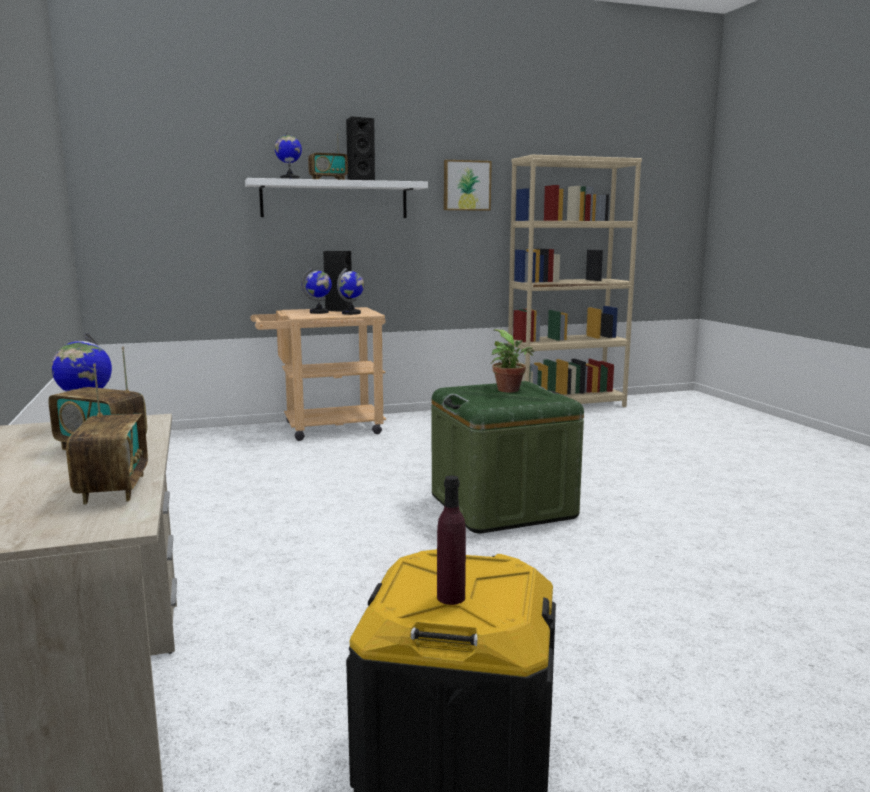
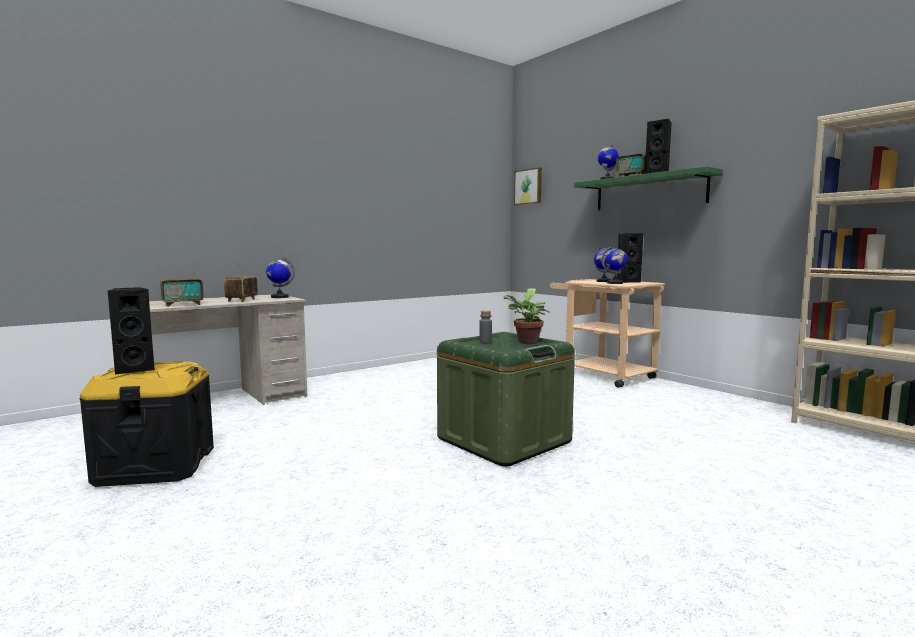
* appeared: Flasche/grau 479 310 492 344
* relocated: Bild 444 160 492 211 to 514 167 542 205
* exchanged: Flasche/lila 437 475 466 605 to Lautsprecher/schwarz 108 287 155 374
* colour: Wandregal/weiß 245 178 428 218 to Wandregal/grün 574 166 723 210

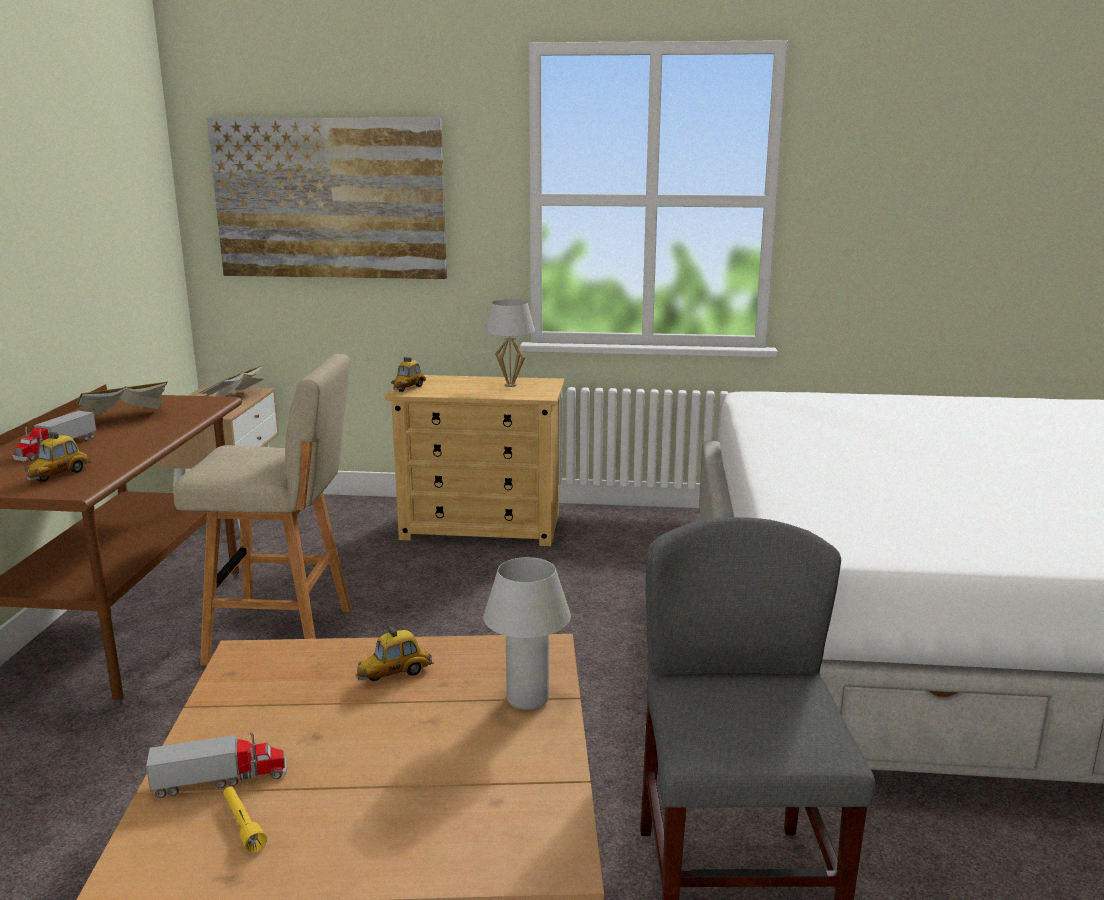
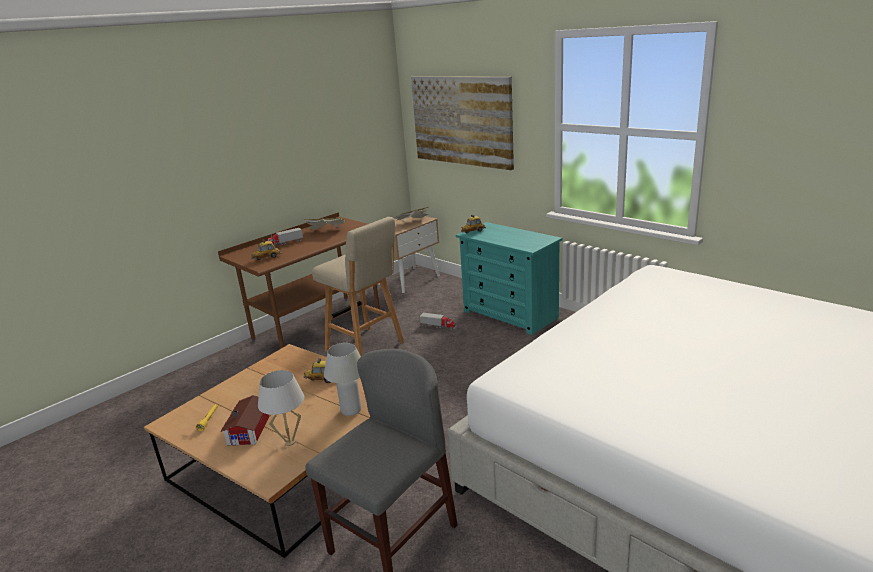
* appeared: Spielzeughaus 220 395 270 445
* relocated: Spielzeuglaster 146 732 287 798 to 420 313 456 330
* relocated: Tischlampe/weiß 485 299 535 387 to 258 370 305 446
* colour: Kommode/beige 384 375 565 546 to Kommode/türkis 456 222 563 335

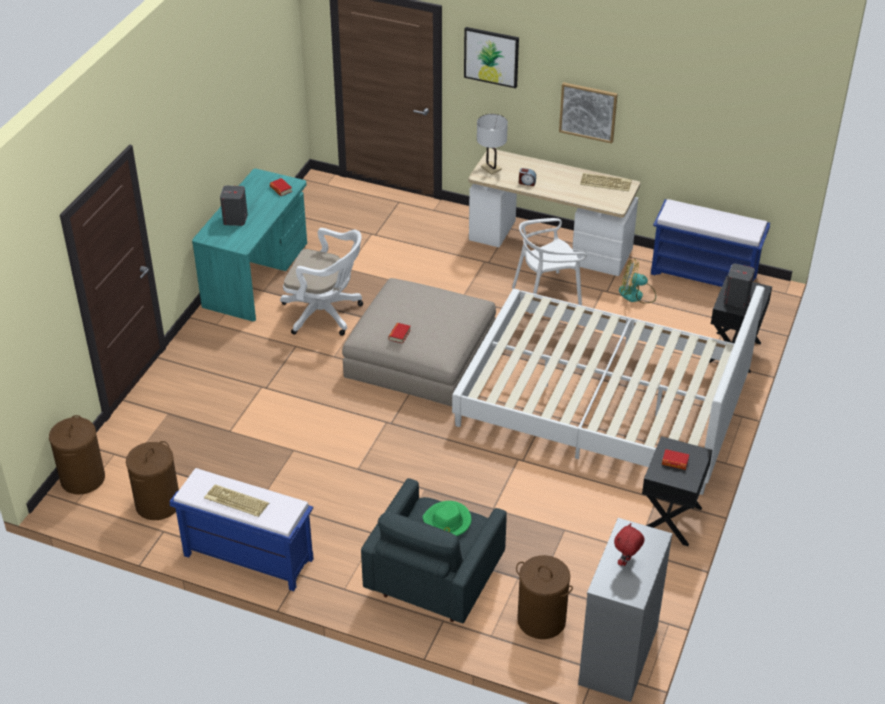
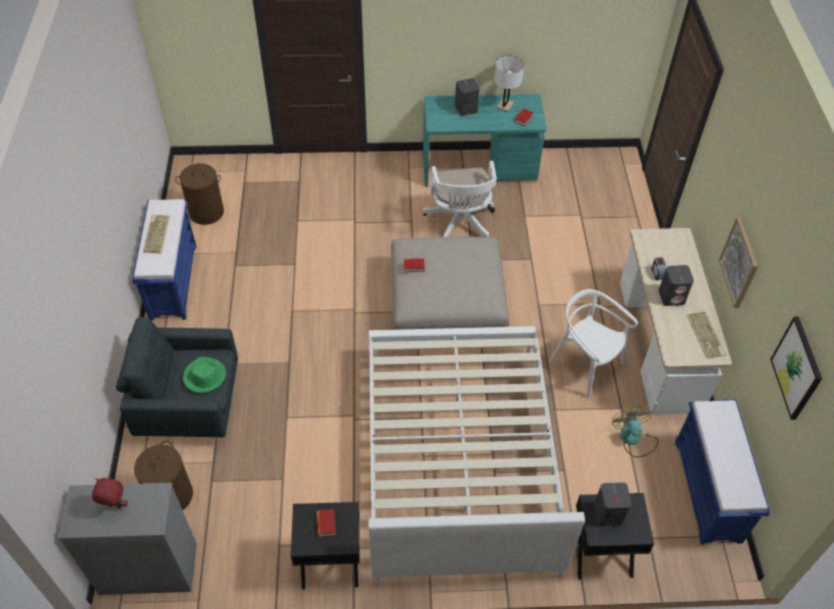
* missing: Wäschekorb/braun 49 415 105 495
* appeared: Lautsprecher/grau 659 265 694 306
* relocated: Bild 464 27 519 88 to 770 316 822 420
* relocated: Tischlampe/weiß 477 114 508 175 to 494 56 524 112

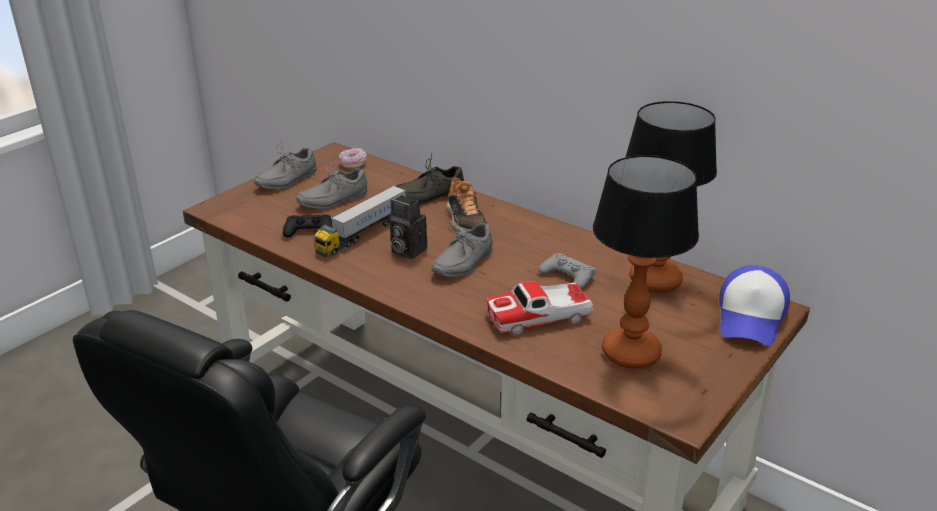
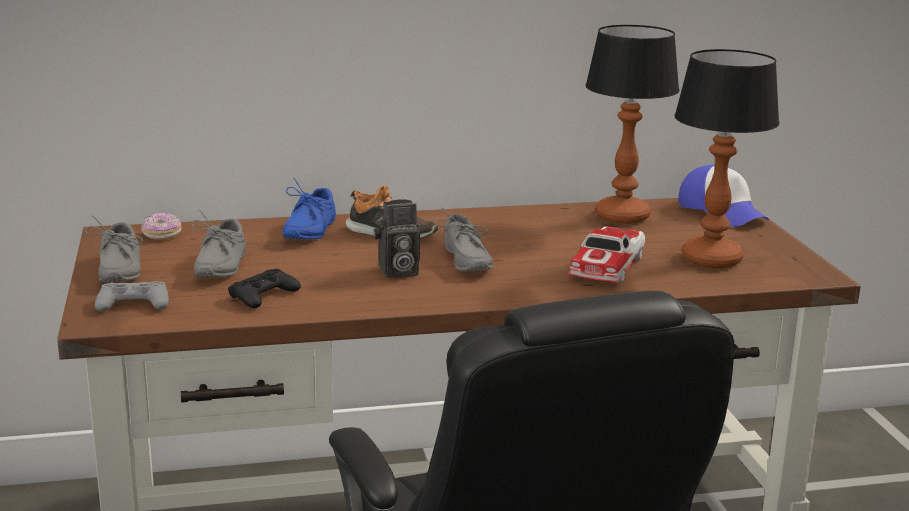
* missing: Spielzeuglaster 314 185 406 257
* relocated: Gamepad/grau 539 253 596 289 to 95 281 169 312
* colour: Schuh/grau 396 153 464 204 to Schuh/blau 283 178 336 239

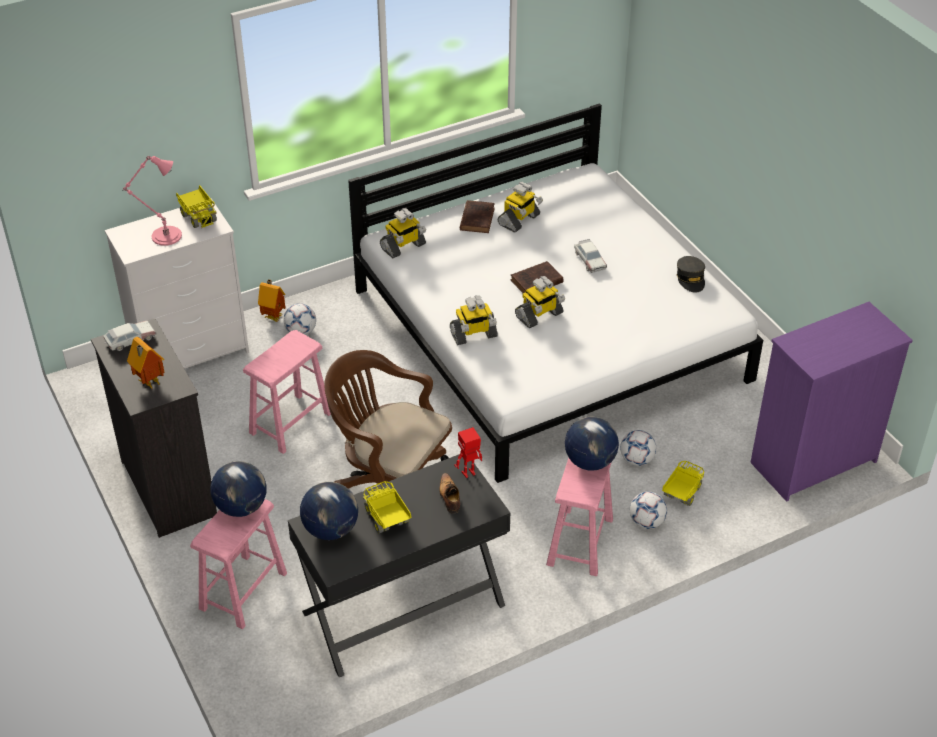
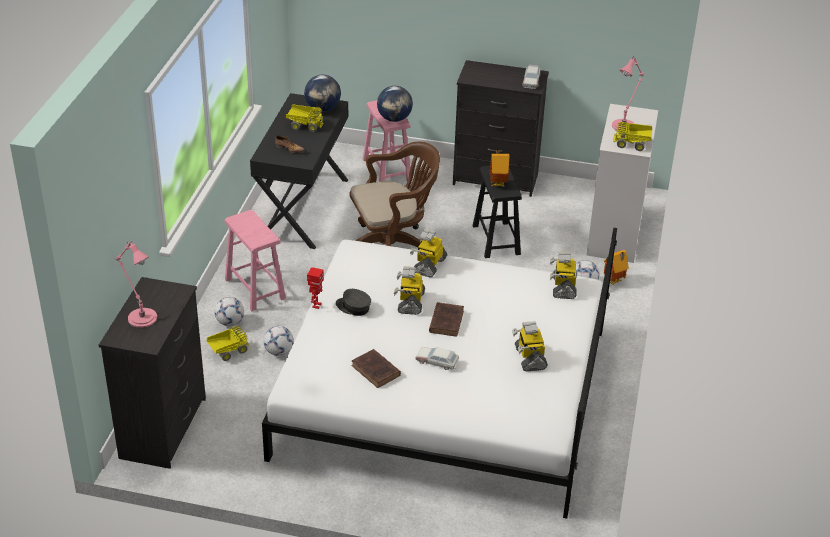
* missing: Globus 565 417 619 471
* appeared: Tischlampe/rosa 114 241 157 328
* relocated: Spielzeughaus 127 337 164 389 to 490 150 509 187
* relocated: Spielzeugroboter 454 427 482 478 to 307 267 324 309
* relocated: Buch/braun 460 200 495 233 to 351 349 401 388
* relocated: Kappe/grau 677 256 705 292 to 336 289 371 316
* colour: Hocker/rosa 243 330 331 454 to Hocker/schwarz 472 166 522 258
* colour: Kommode/lila 750 302 913 502 to Kommode/schwarz 99 277 206 469
* spun: Spielzeuglaster 662 461 705 506 = 207 326 249 361 105 degrees counterclockwise

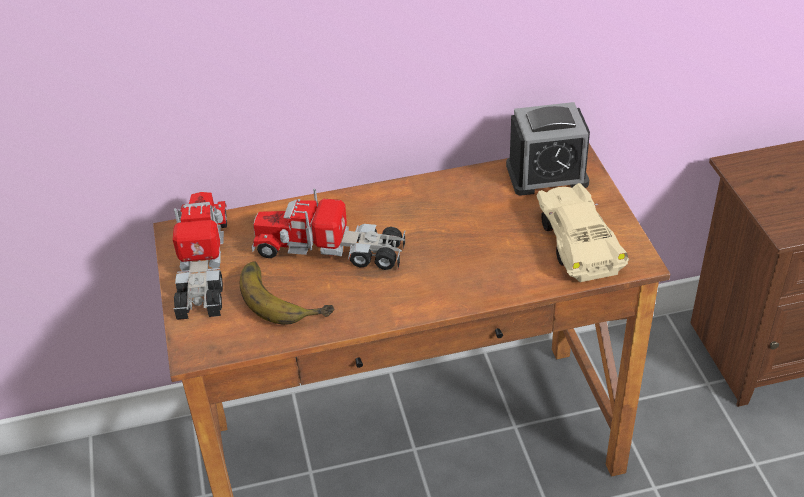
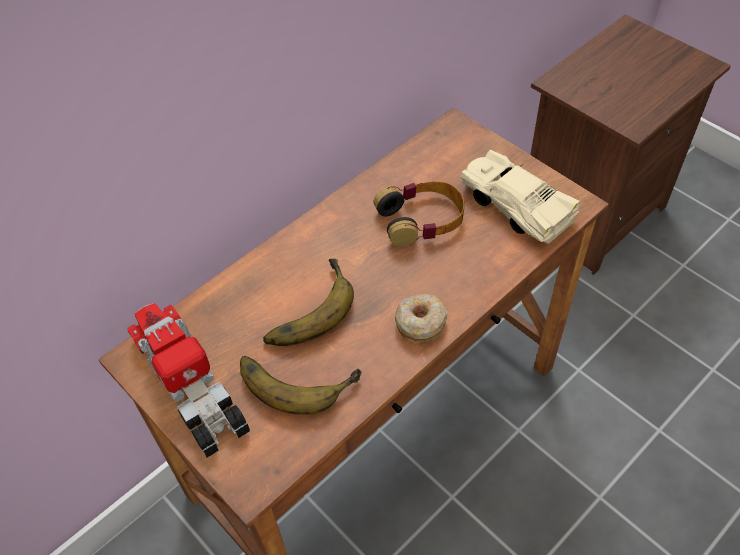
* missing: Wecker 506 102 590 196
* appeared: Kopfhörer 374 181 465 247
* appeared: Donut 395 294 448 343
* exchanged: Spielzeuglaster 251 188 405 270 to Banane 263 259 354 346

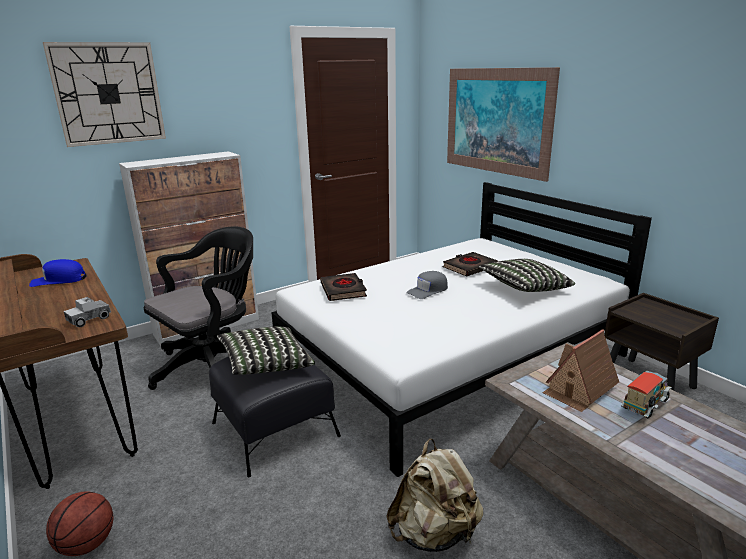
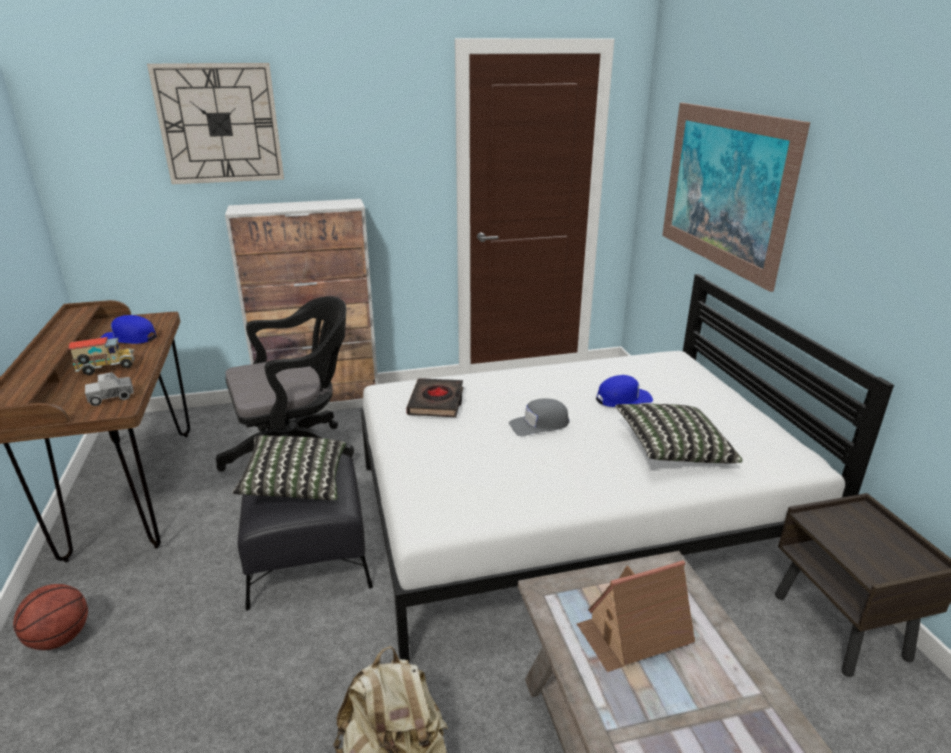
* relocated: Spielzeuglaster 621 371 672 419 to 69 337 135 375
* exchanged: Buch/schwarz 443 252 498 276 to Kappe/blau 596 375 653 407

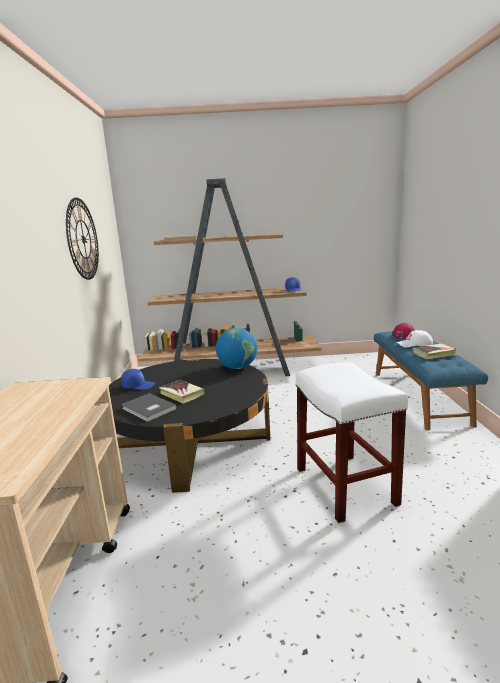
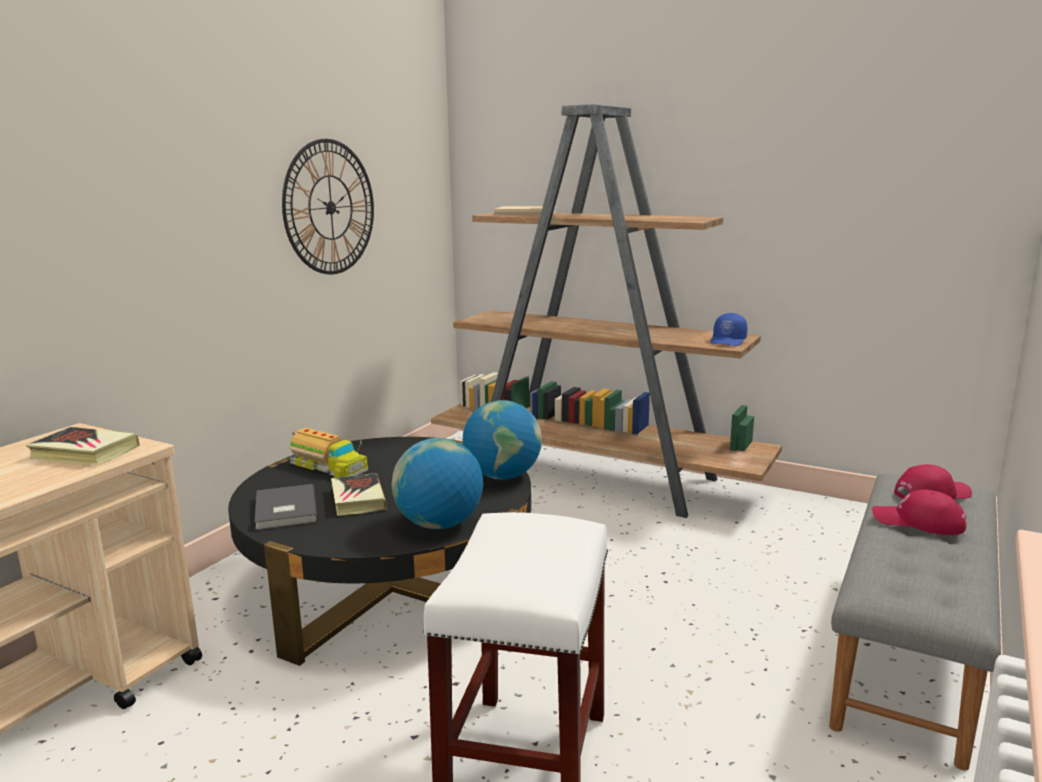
* appeared: Globus 392 438 483 530
* relocated: Buch 413 344 457 359 to 26 427 140 466
* exchanged: Kappe/blau 121 369 155 390 to Spielzeuglaster 288 428 368 478
* colour: Bank/blau 374 331 488 431 to Bank/grau 829 473 1001 770
* colour: Kappe/weiß 397 330 433 347 to Kappe/rot 872 489 967 535

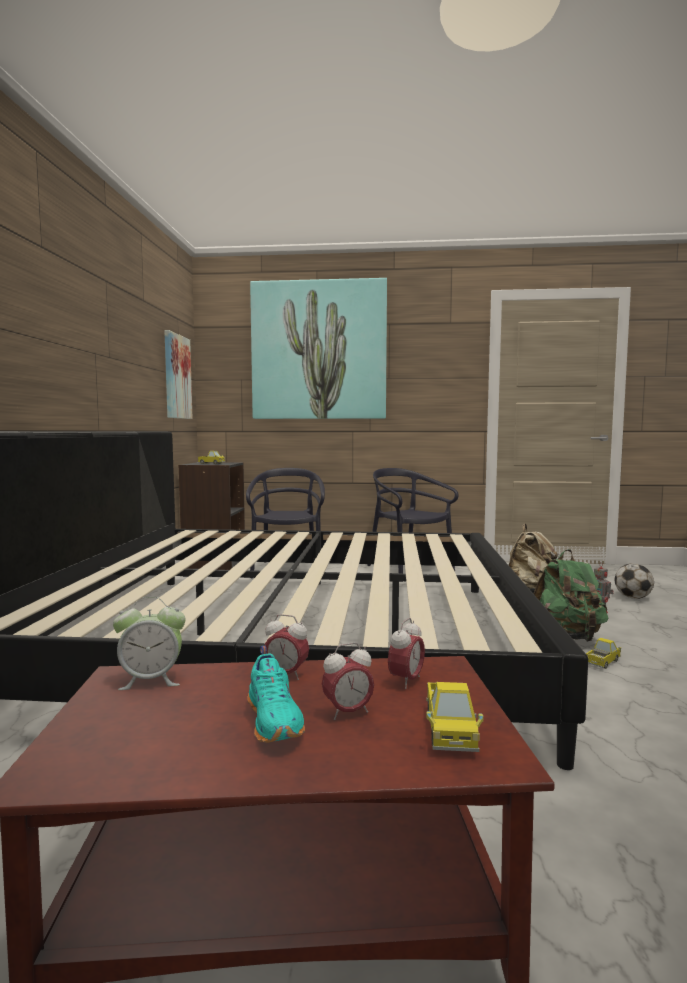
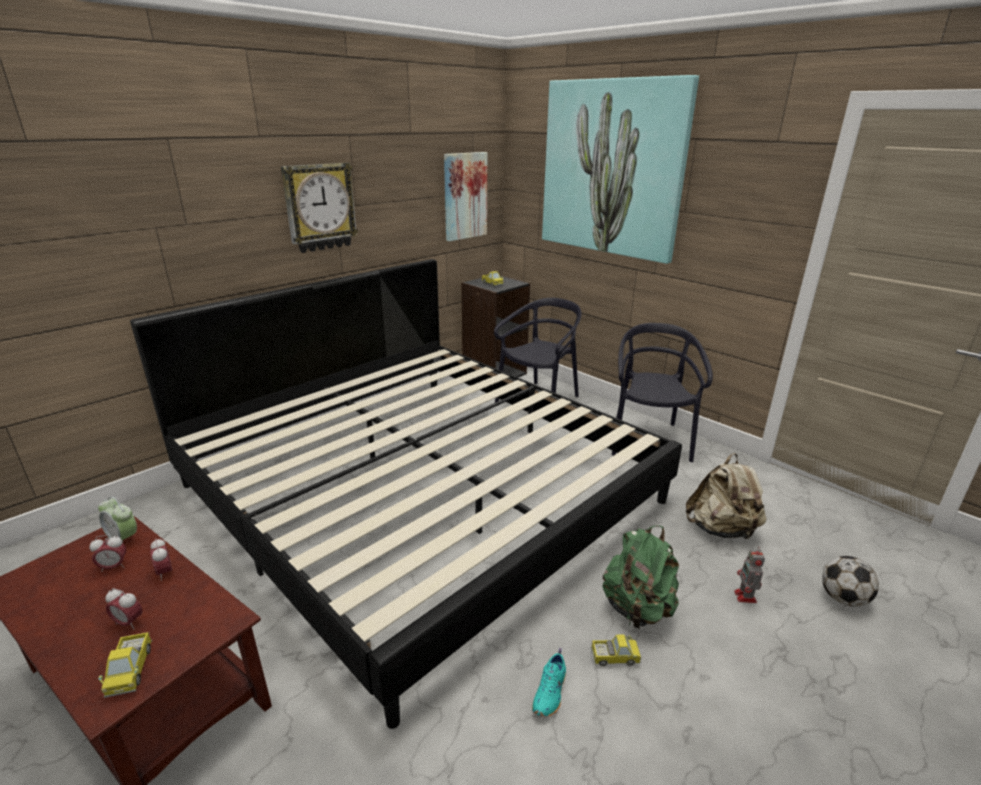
* appeared: Wanduhr 281 163 358 253
* relocated: Schuh/türkis 248 646 305 743 to 532 648 566 717
* relocated: Wecker 388 618 425 689 to 89 535 126 572
* spun: Spielzeuglaster 426 682 483 752 = 98 632 152 698 60 degrees counterclockwise

